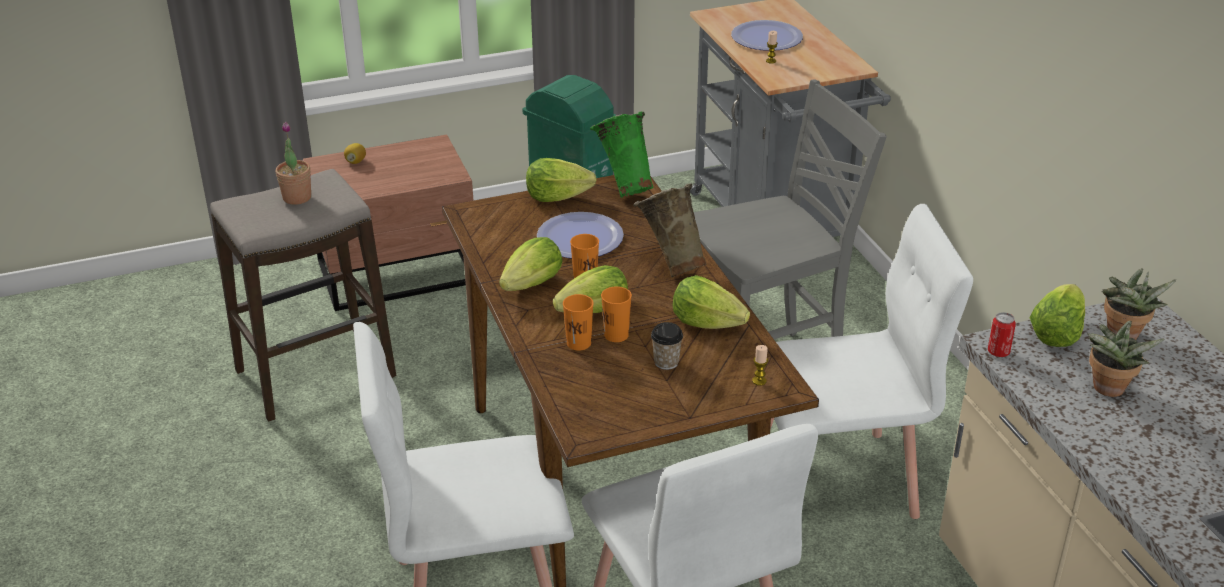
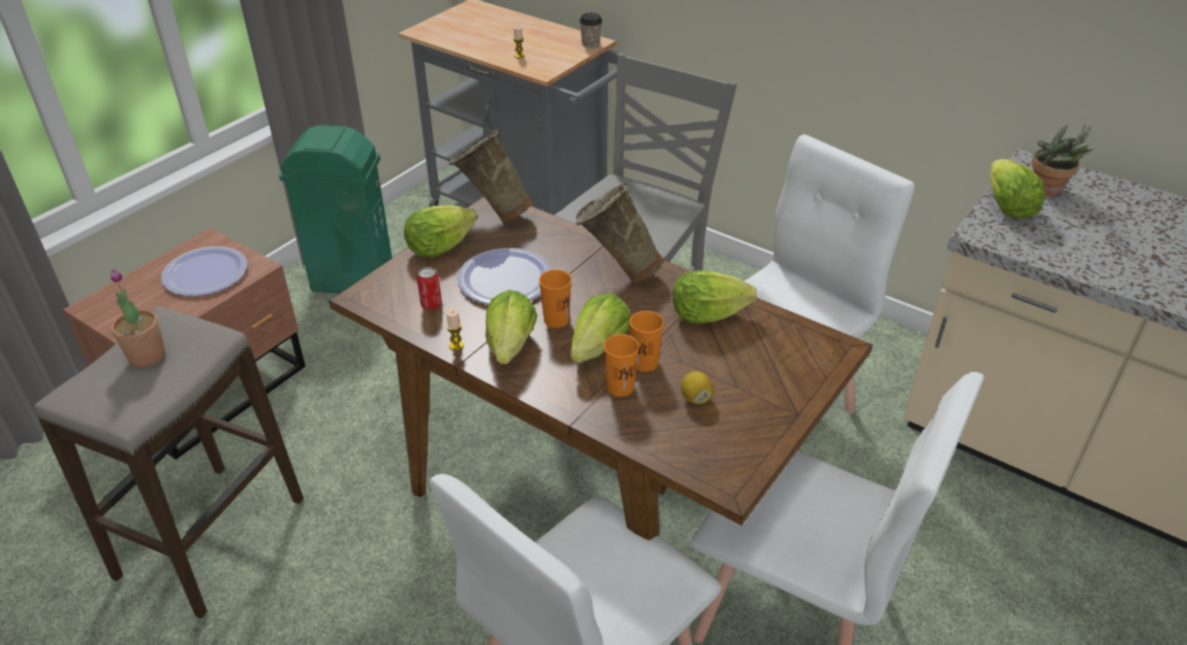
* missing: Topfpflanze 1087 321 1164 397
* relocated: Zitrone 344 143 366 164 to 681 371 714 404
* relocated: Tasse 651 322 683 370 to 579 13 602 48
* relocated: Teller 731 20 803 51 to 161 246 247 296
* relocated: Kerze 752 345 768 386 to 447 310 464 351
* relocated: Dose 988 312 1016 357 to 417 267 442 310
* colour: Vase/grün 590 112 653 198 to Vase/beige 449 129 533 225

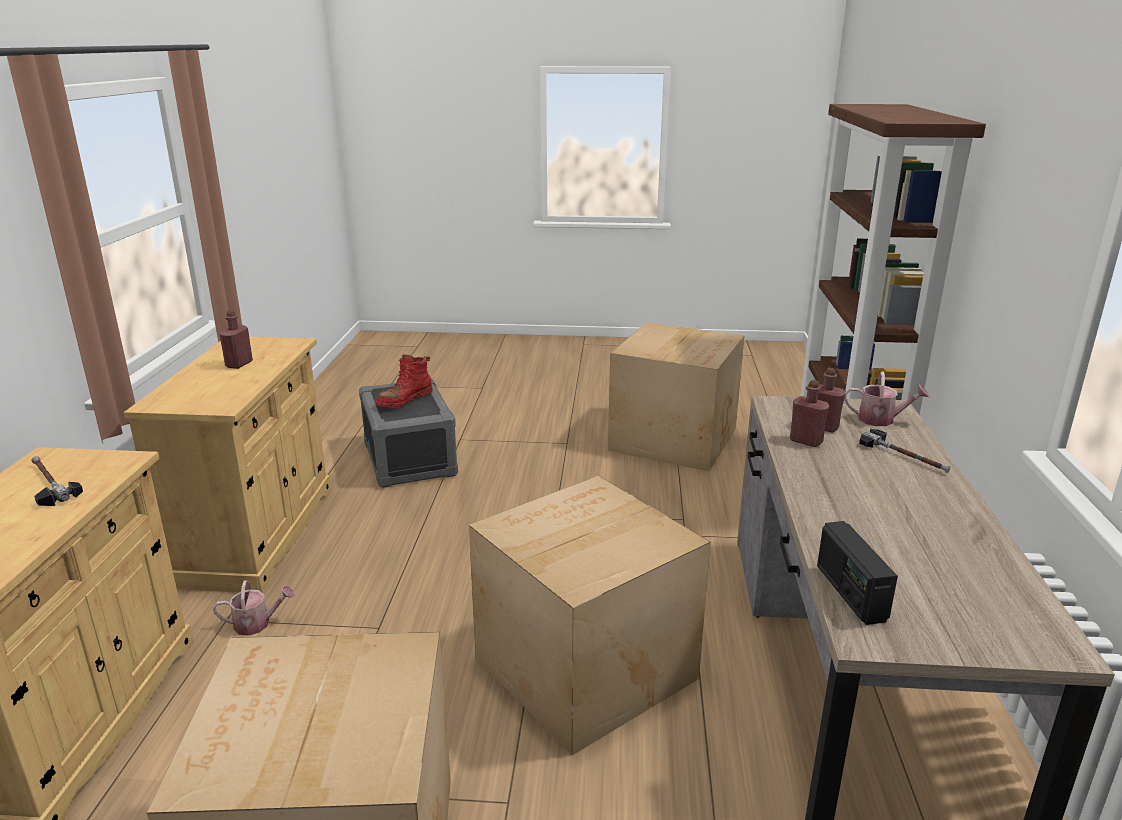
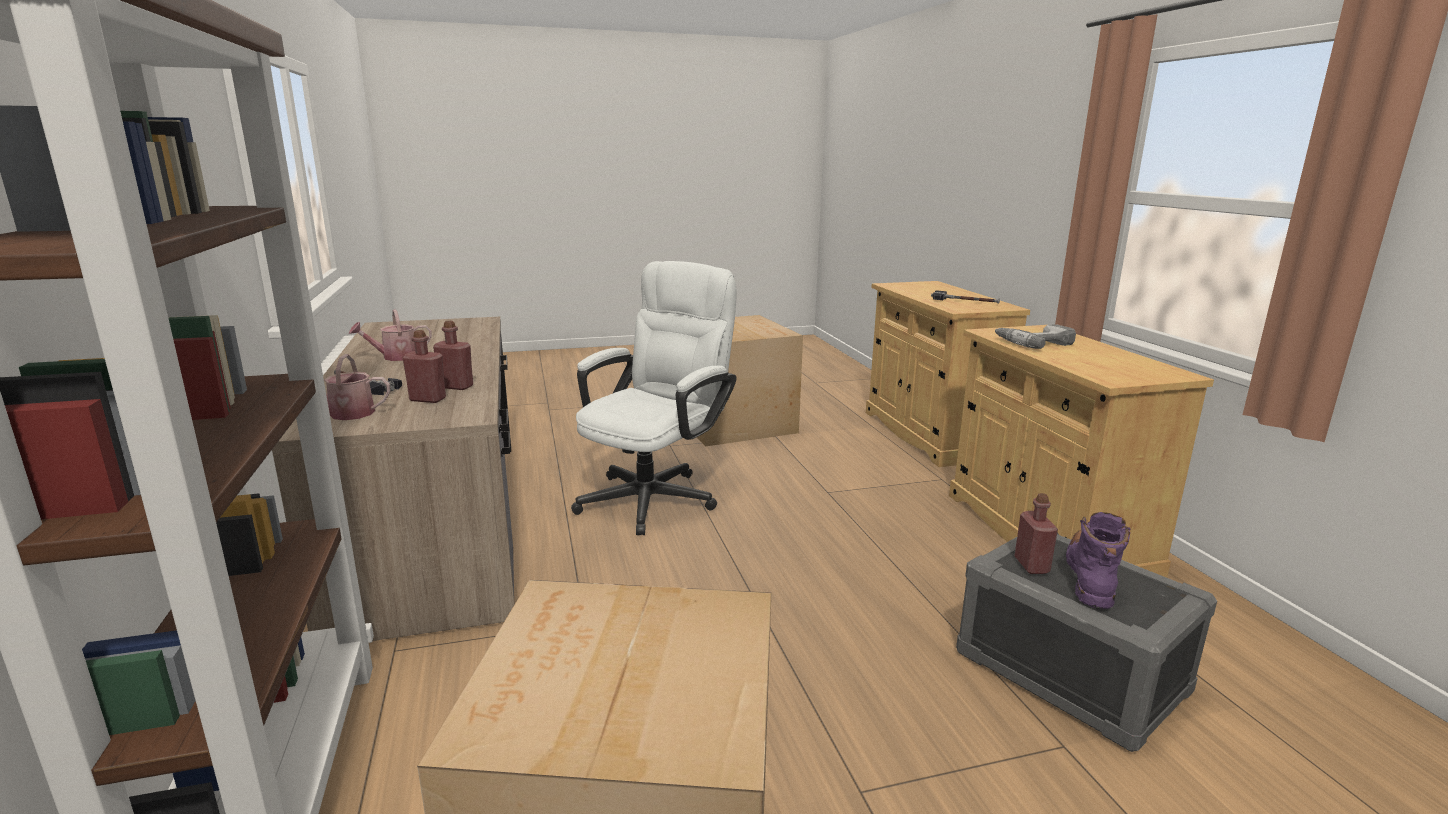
* missing: Radio 817 521 898 625
* appeared: Bohrmaschine 995 324 1076 349
* relocated: Gießkanne 213 580 295 636 to 349 309 432 361
* relocated: Flasche/rot 219 310 253 369 to 1014 493 1058 574
* exchanged: Karton 469 476 711 755 to Bürostuhl/weiß 571 261 737 535
* colour: Stiefel/rot 376 355 433 407 to Stiefel/lila 1066 512 1131 609

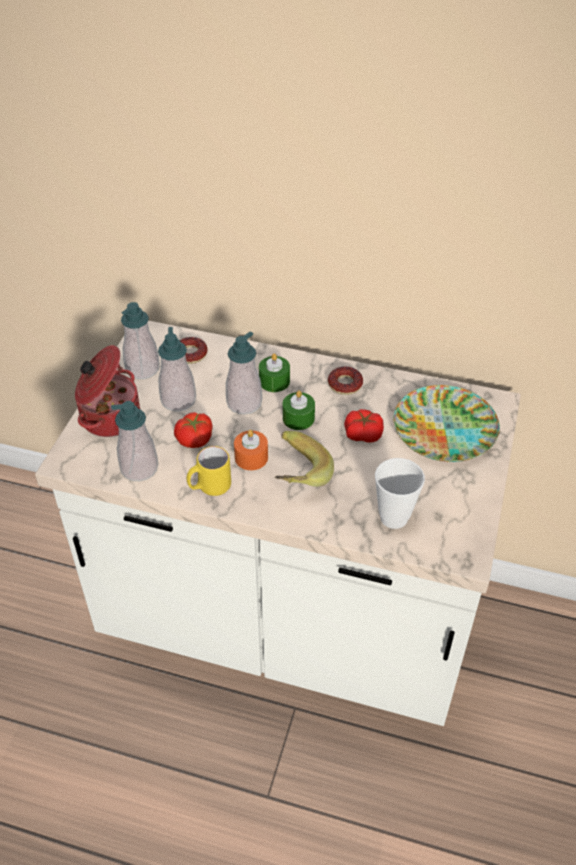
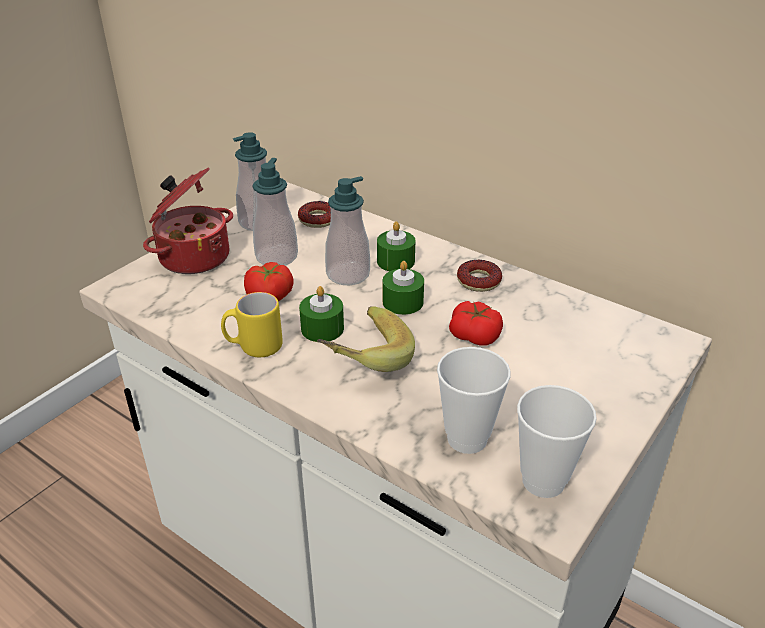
* missing: Seifenspender 111 401 158 481
* missing: Teller 393 385 500 462
* appeared: Tasse 517 385 597 498
* colour: Kerze/orange 234 430 268 470 to Kerze/grün 299 286 344 342

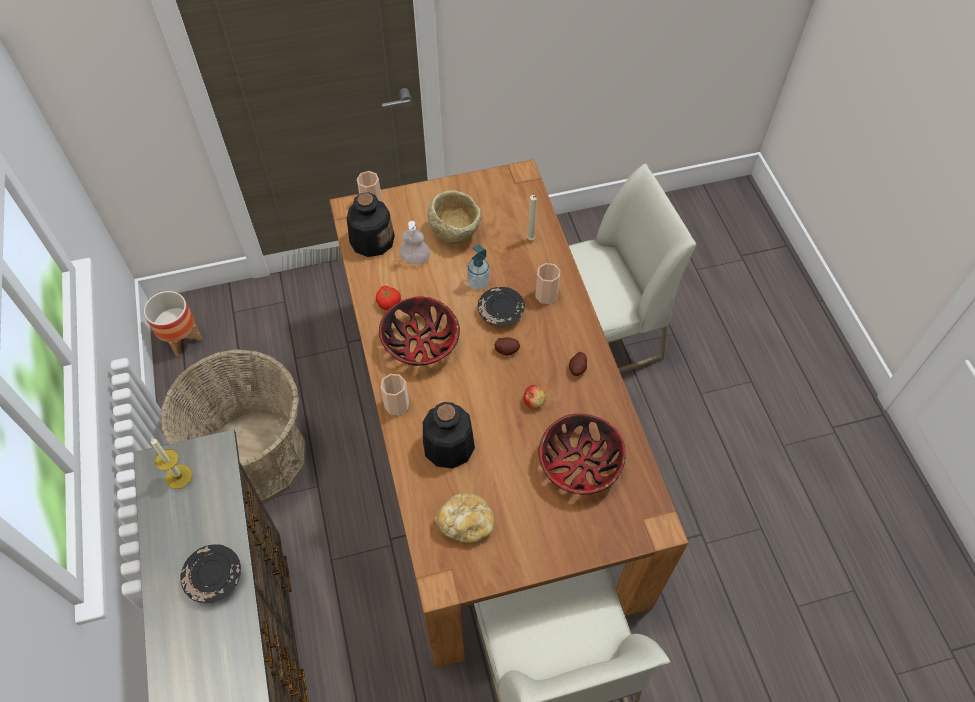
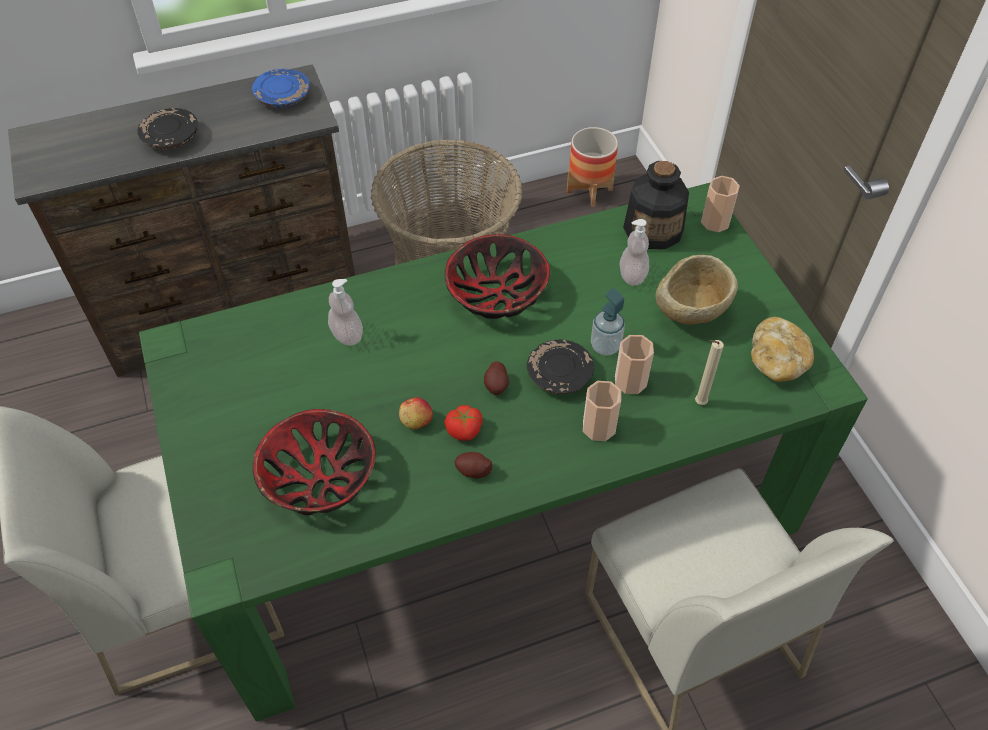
* relocated: Tomate 376 286 401 311 to 444 405 483 441
* relocated: Tasse 381 374 409 415 to 615 335 654 394
* relocated: Brot 435 493 495 543 to 751 317 814 382
* exchanged: Kerze 151 438 192 489 to Teller/blau 252 69 310 108
* exchanged: Flasche 423 402 475 469 to Seifenspender 328 279 363 346
* colour: Esstisch/braun 329 159 688 668 to Esstisch/grün 139 183 868 722

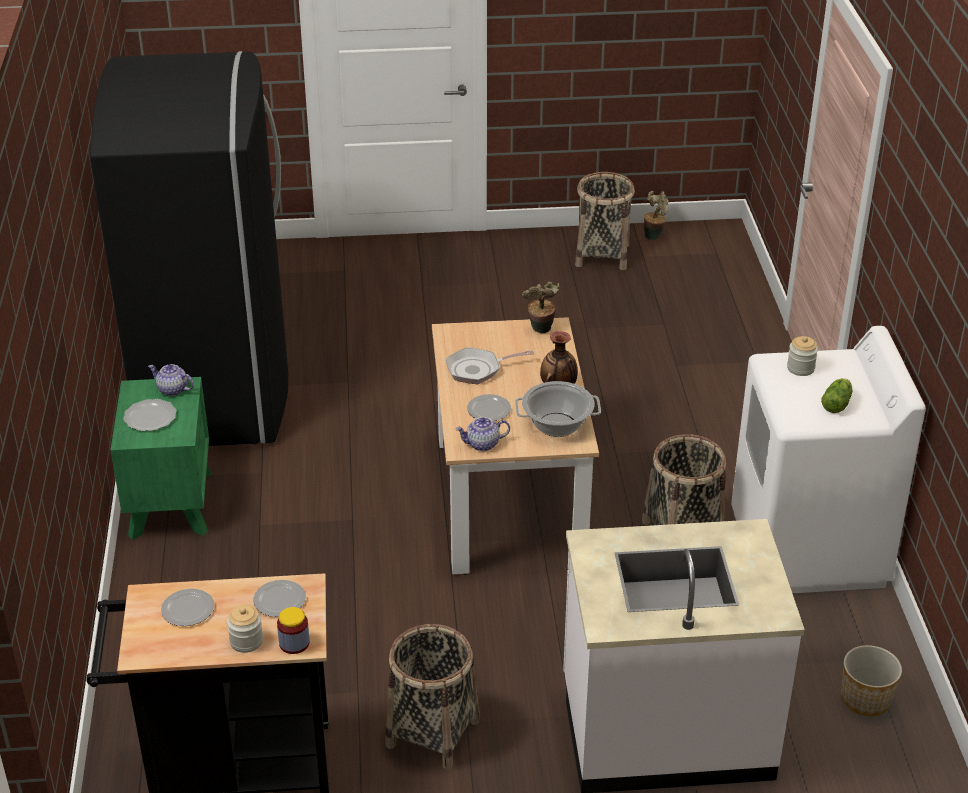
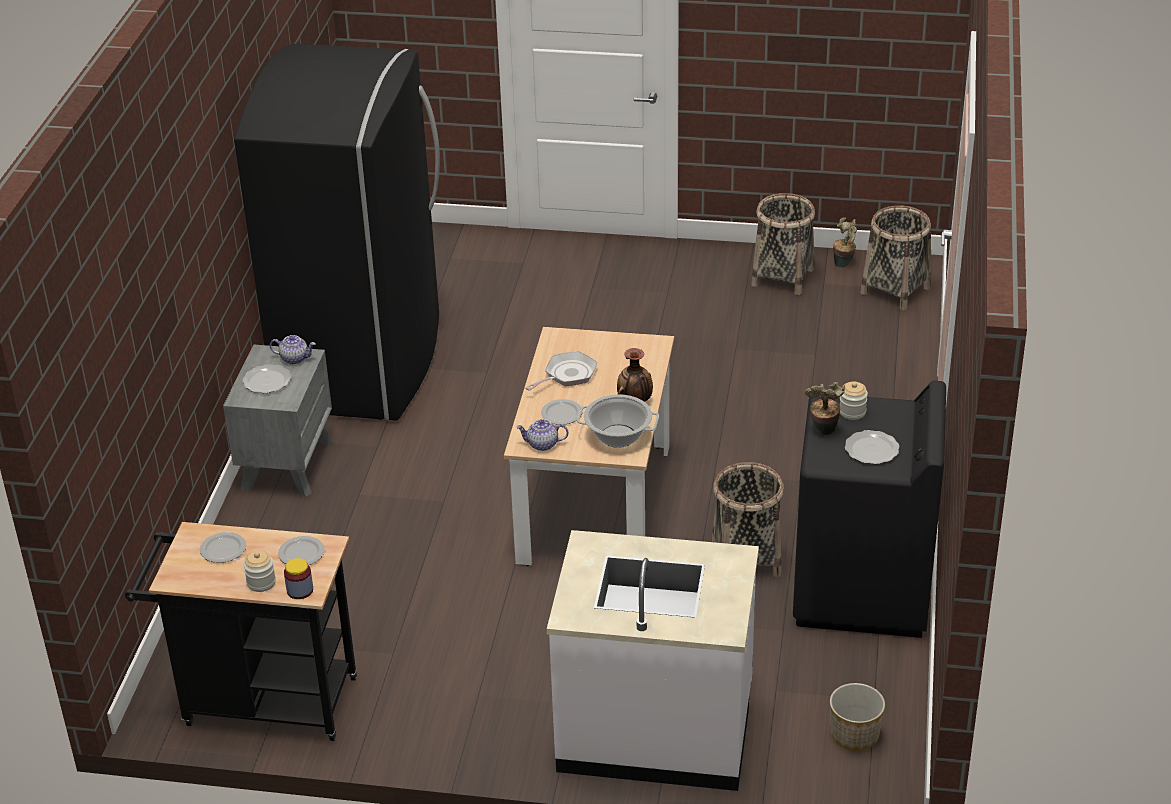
* relocated: Korb 385 624 480 769 to 860 205 931 310
* relocated: Topfpflanze 522 281 559 333 to 804 382 845 435
* exchanged: Salatkopf 821 378 852 413 to Teller 845 430 900 464
* colour: Nachttisch/grün 110 377 212 540 to Nachttisch/grau 223 345 333 497
* colour: Waschmaschine/weiß 731 326 926 593 to Waschmaschine/schwarz 793 381 946 638
* spun: Teekanne 148 364 194 396 = 270 335 316 365 150 degrees clockwise
* spun: Pfanne 446 347 534 385 = 525 351 597 391 135 degrees clockwise

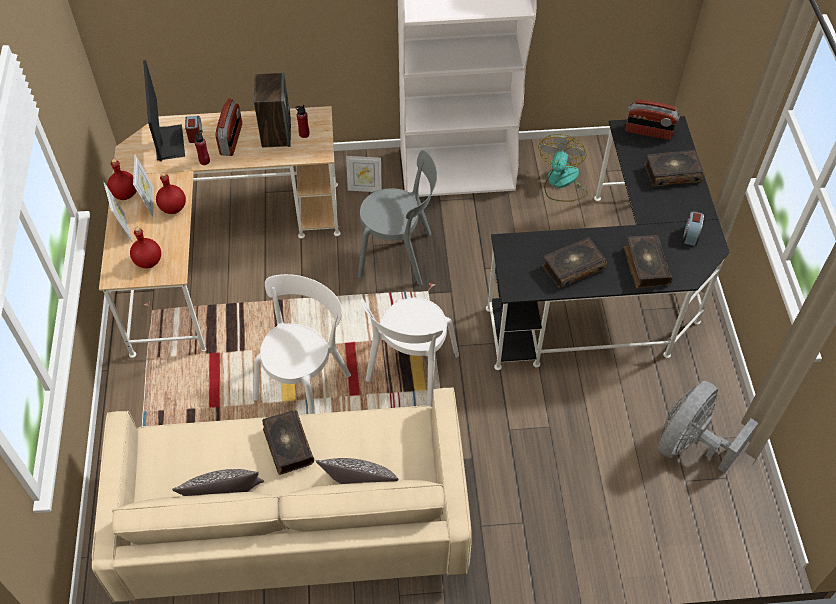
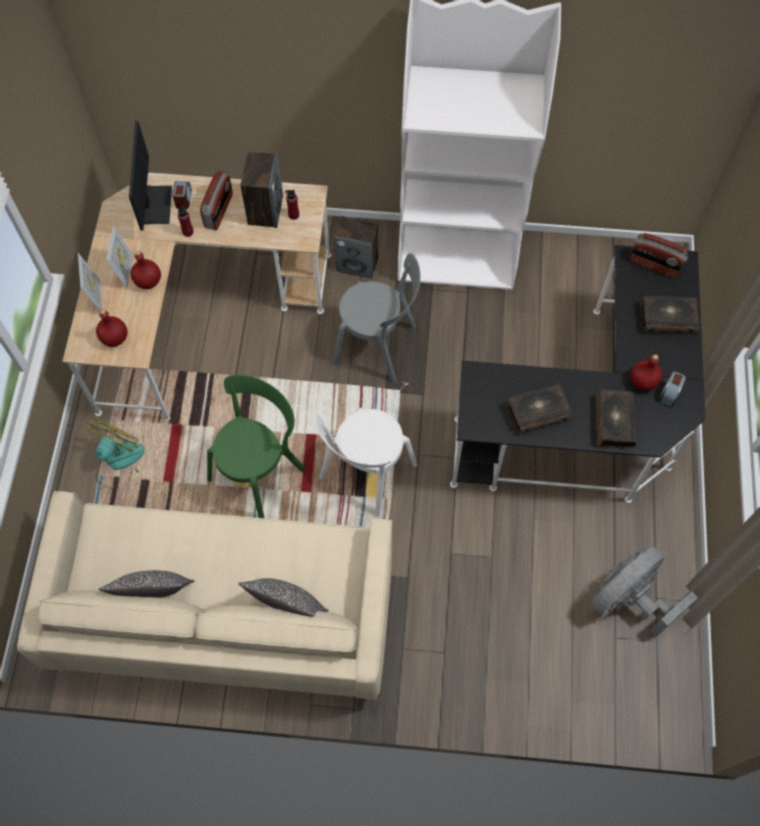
* missing: Buch 262 410 314 475
* relocated: Flasche/rot 108 159 137 200 to 630 354 662 391
* relocated: Ventilator 538 134 588 202 to 87 418 145 489
* exchanged: Bilderrahmen 346 156 382 192 to Lautsprecher 334 216 378 279
* colour: Stuhl/weiß 254 274 351 414 to Stuhl/grün 207 375 306 518

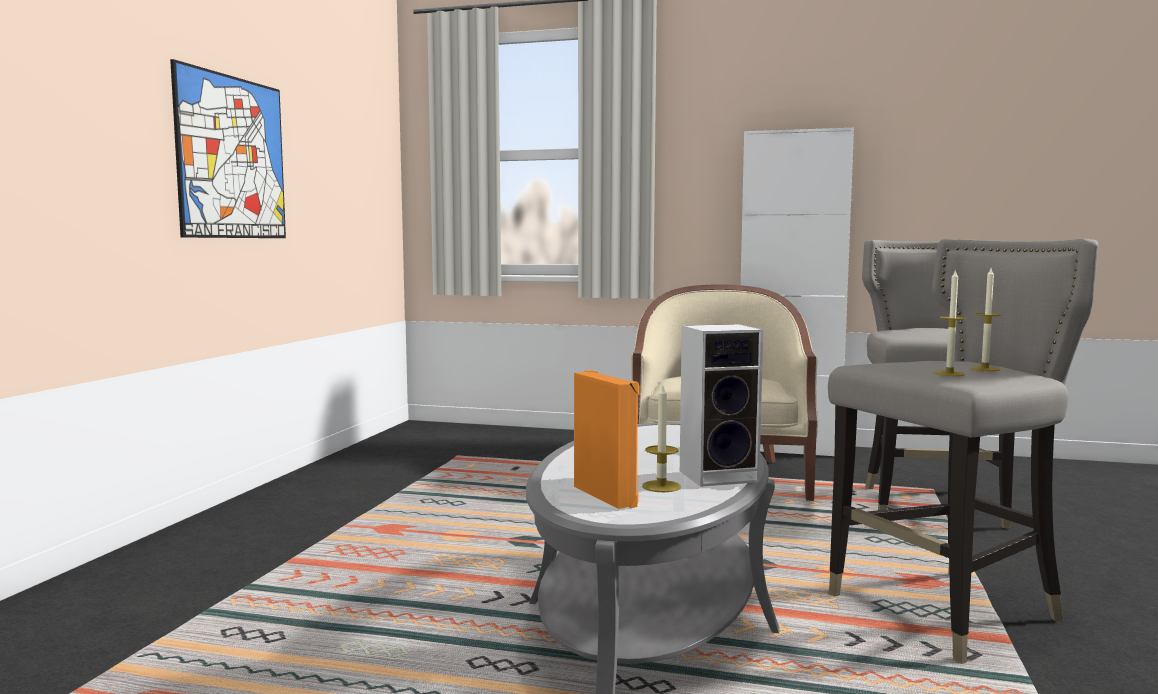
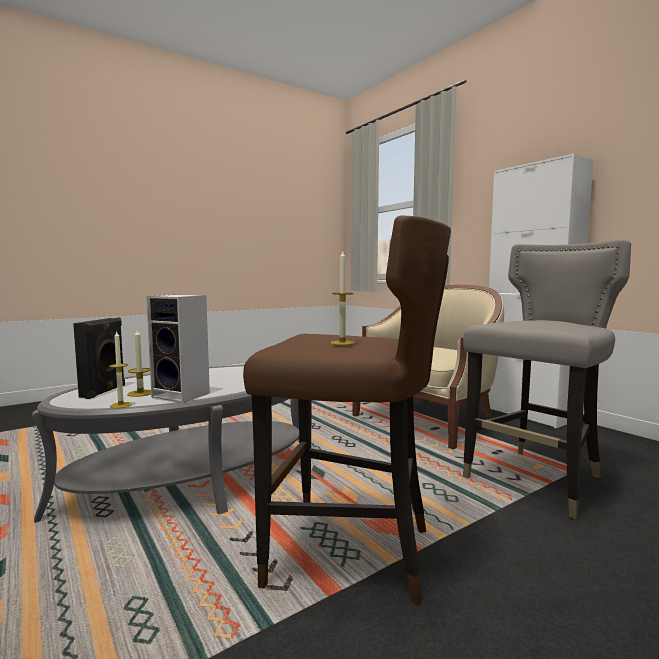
* missing: Bild 170 59 286 238
* relocated: Kerze 935 269 966 376 to 109 331 132 408
* colour: Lautsprecher/orange 574 370 640 509 to Lautsprecher/schwarz 73 318 125 399
* colour: Hocker/grau 828 238 1098 664 to Hocker/braun 243 215 451 605

